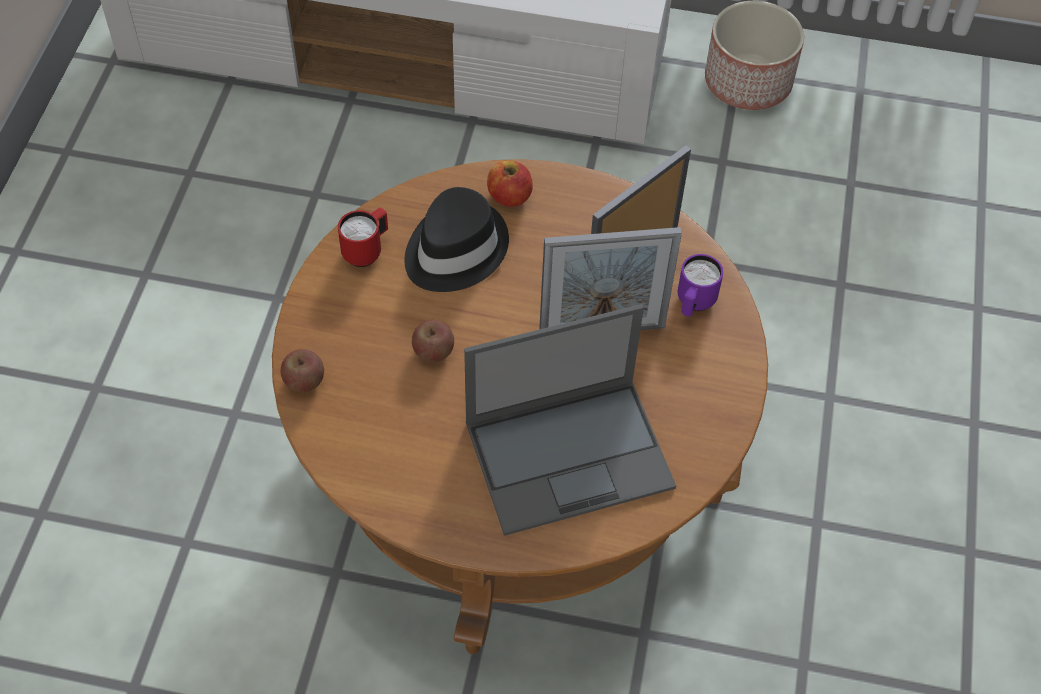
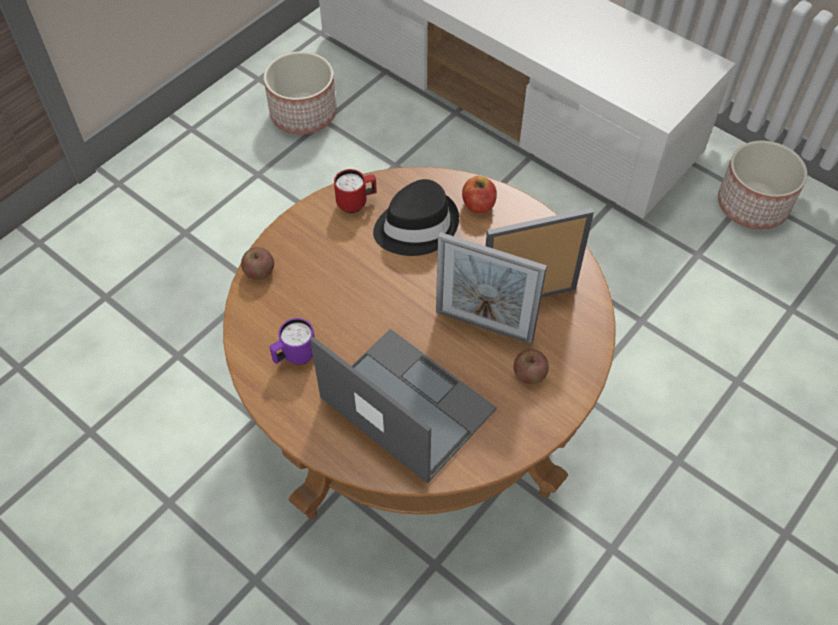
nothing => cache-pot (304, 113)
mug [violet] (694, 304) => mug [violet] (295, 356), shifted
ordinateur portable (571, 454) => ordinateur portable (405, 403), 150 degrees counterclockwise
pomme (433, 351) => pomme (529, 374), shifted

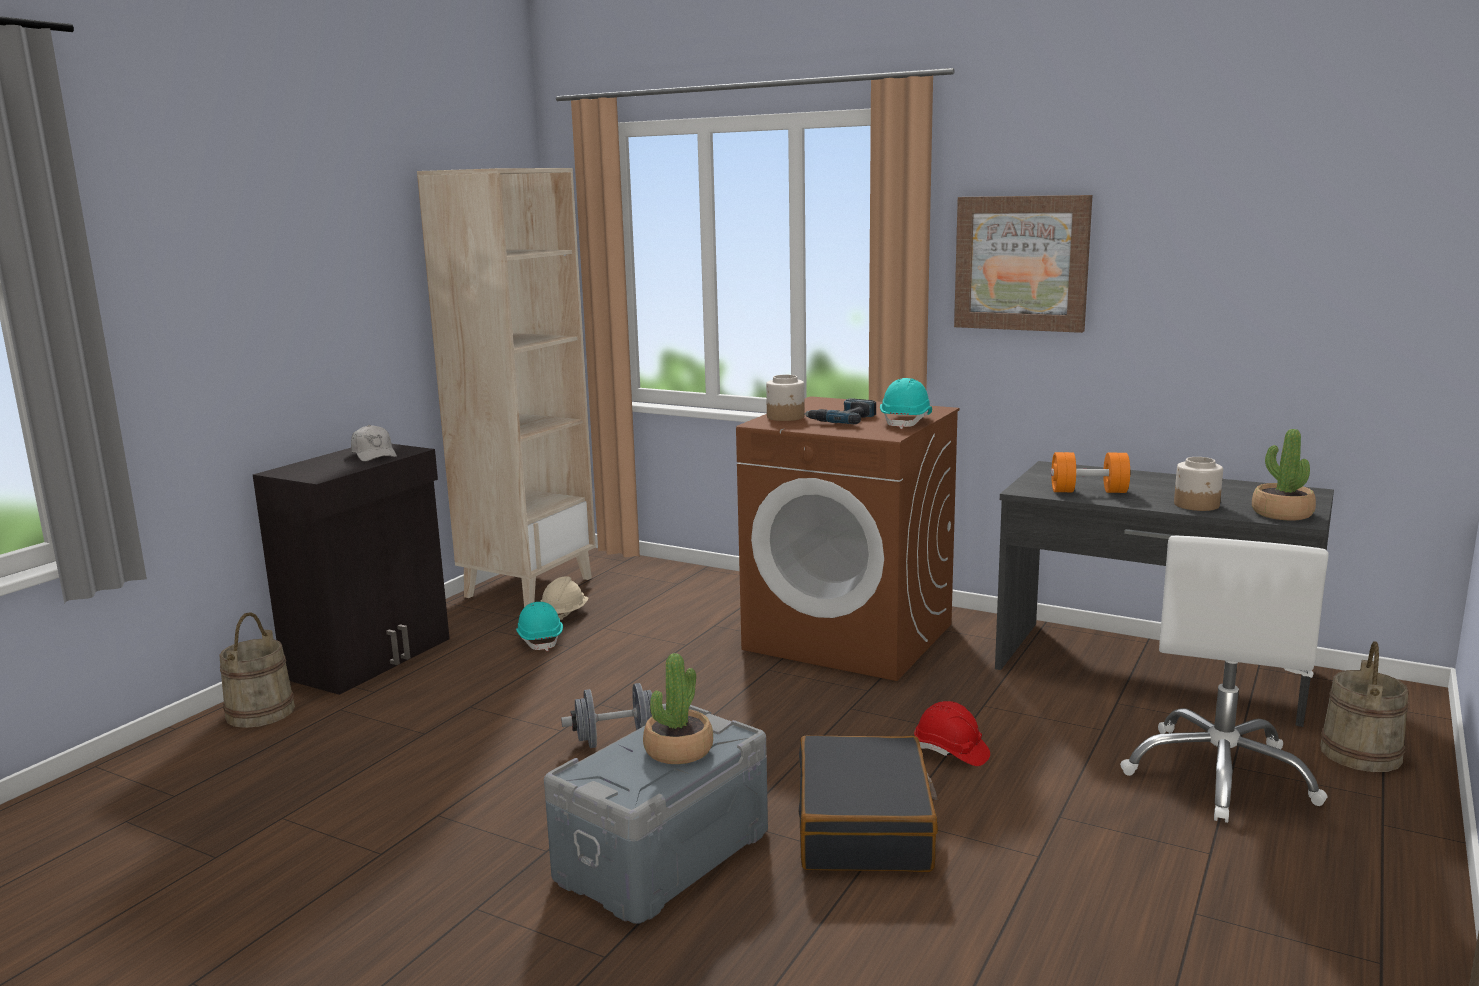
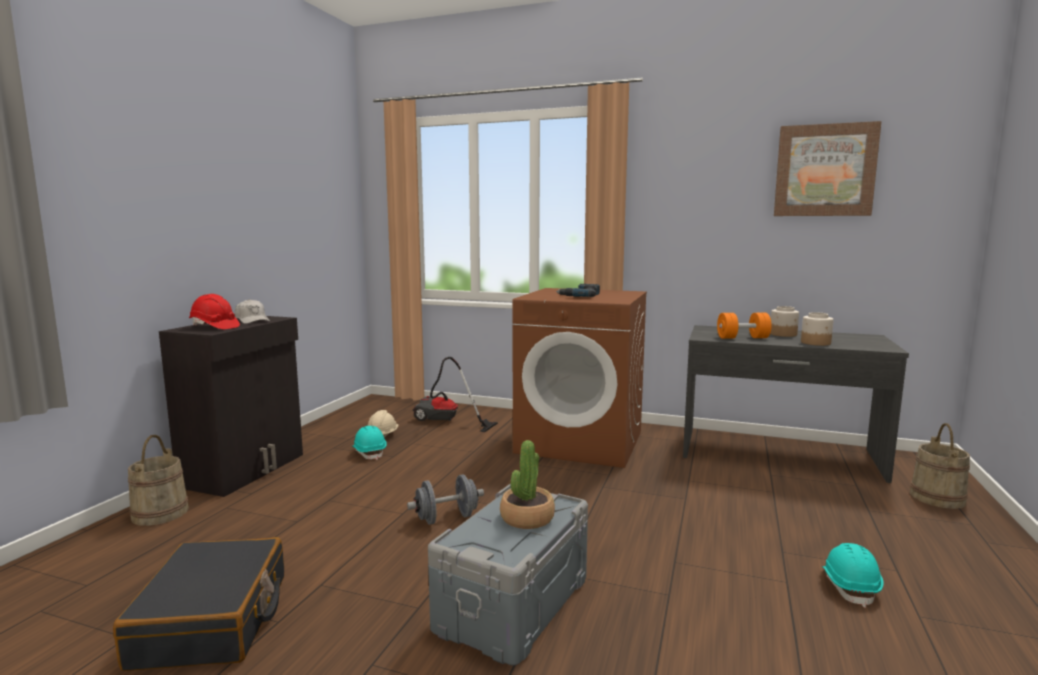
valise [noir] (865, 826) => valise [noir] (213, 620), shifted
casque de chantier [rouge] (951, 752) => casque de chantier [rouge] (214, 327), shifted
nothing => aspirateur (446, 422)
bocal (786, 417) => bocal (783, 334), shifted
tableau (1021, 263) => tableau (824, 170), shifted
casque de chantier [turquoise] (906, 422) => casque de chantier [turquoise] (849, 586), shifted
bibliothèque [beige] (529, 587) => nothing
chaise de bureau [blanc] (1220, 774) => nothing
plante en pot (1281, 514) => nothing

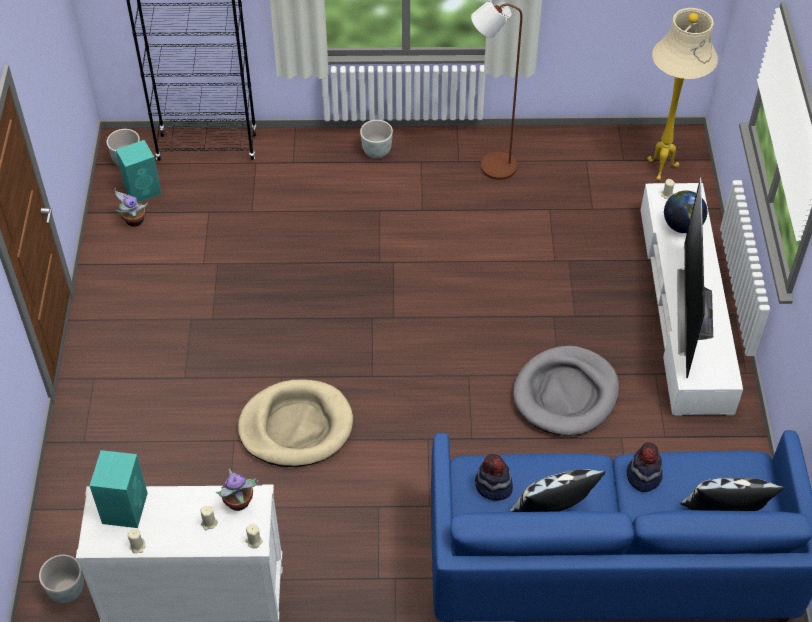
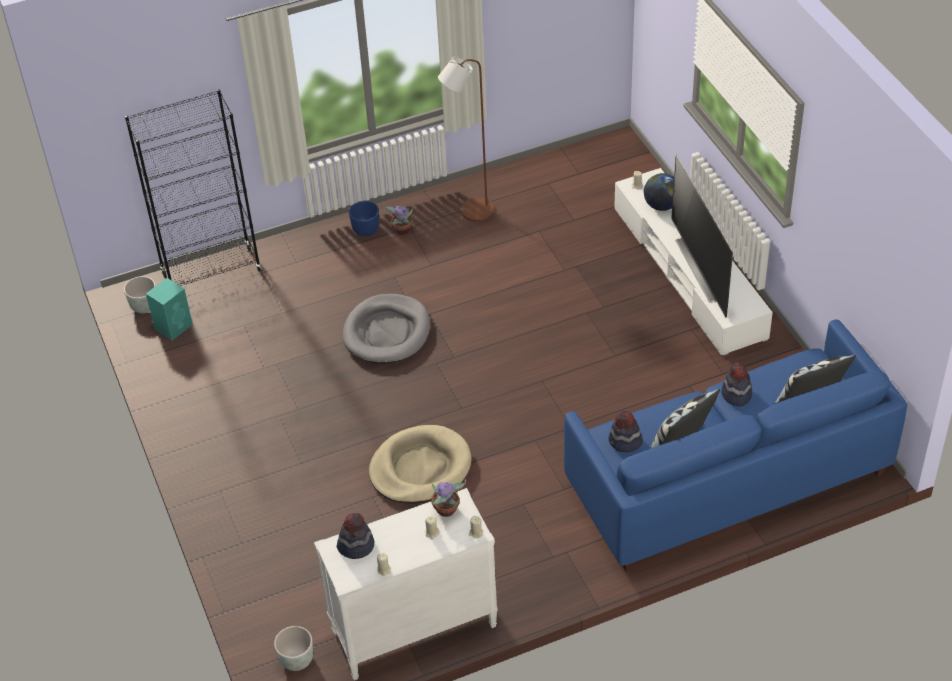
enceinte [turquoise] (125, 507) => chapeau (356, 546)
panier pour chien [gris] (566, 394) => panier pour chien [gris] (387, 332), shifted
cache-pot [gris] (377, 151) => cache-pot [bleu] (366, 230)
plante en pot (133, 221) => plante en pot (401, 230), shifted
lampadaire [beige] (662, 168) => nothing

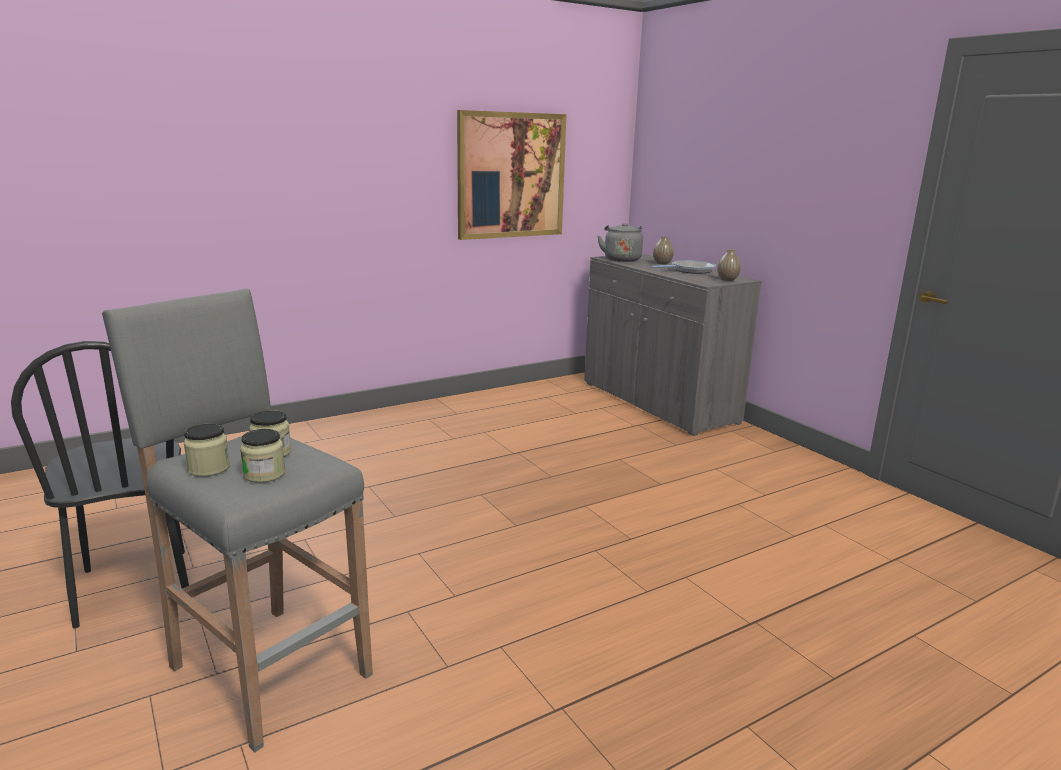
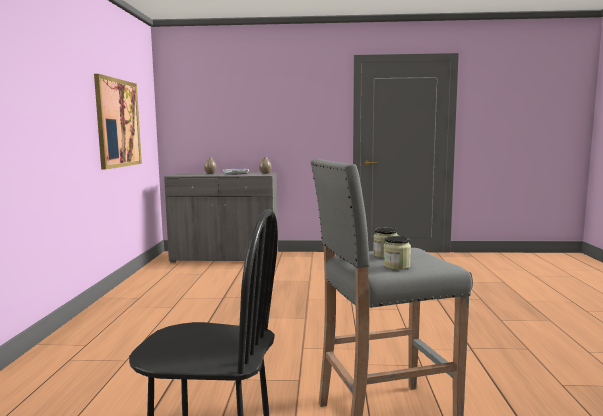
bocal (264, 474) => nothing
bouilloire [gris] (621, 259) => nothing

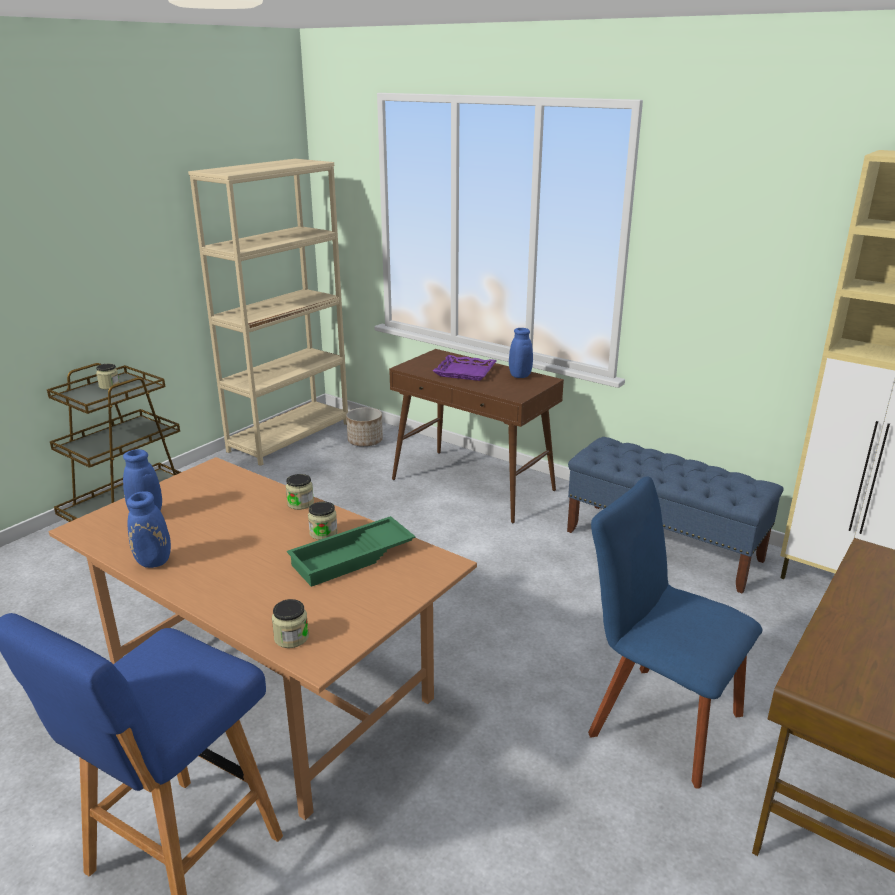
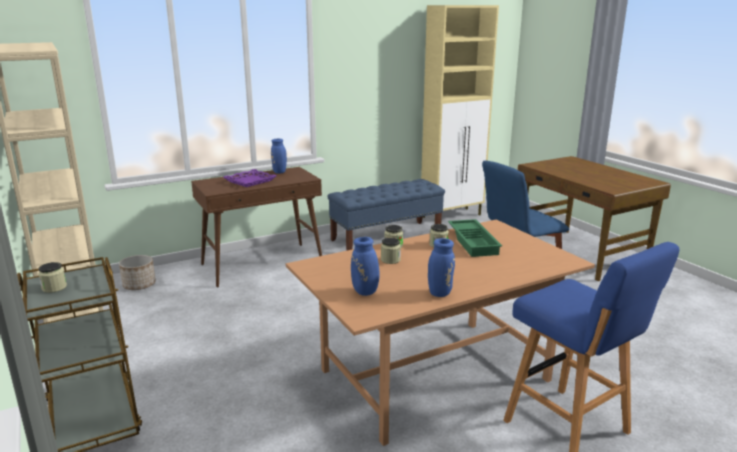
bocal (291, 637) => bocal (390, 260), shifted

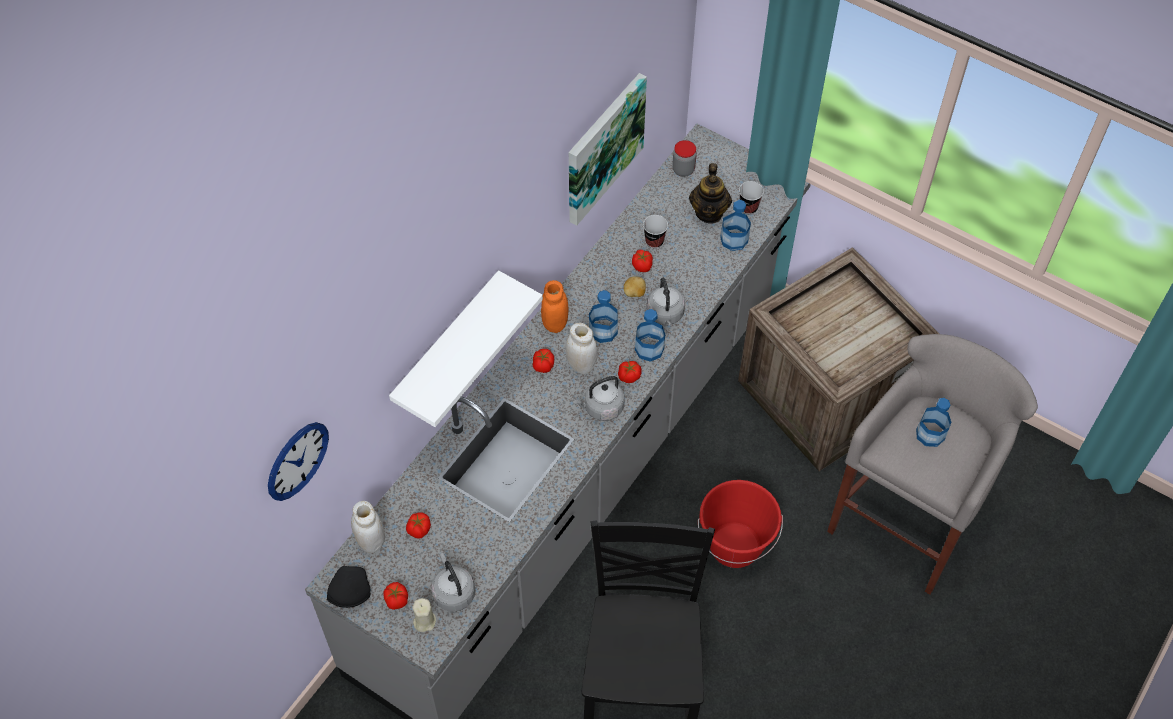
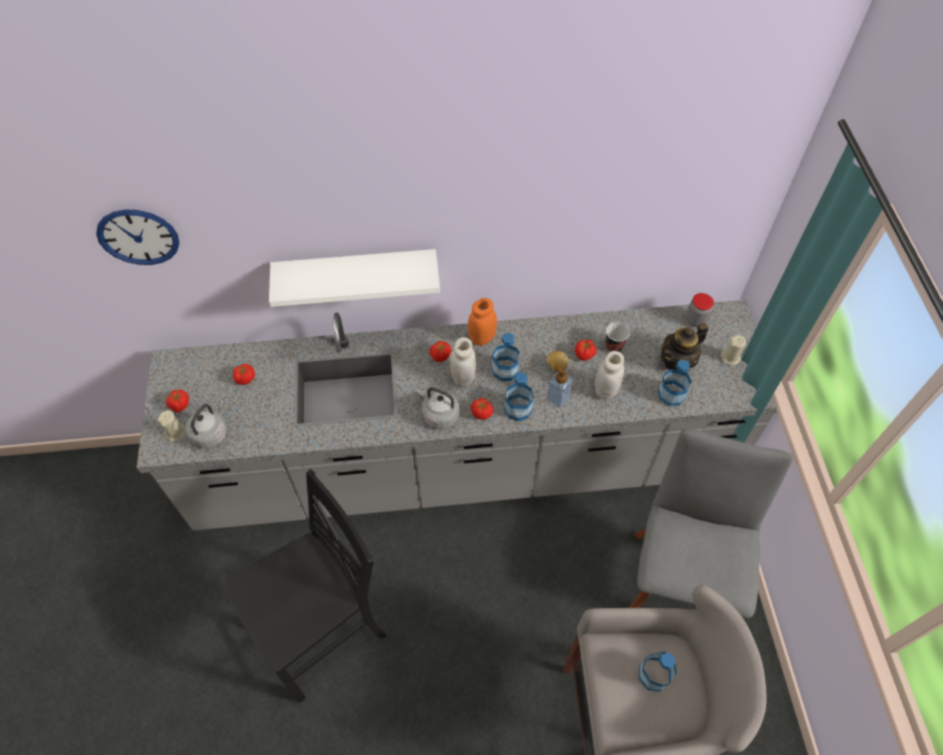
bouilloire [gris] (665, 315) => distributeur de savon (557, 398)
bocal [blanc] (371, 541) => bocal [blanc] (605, 390), shifted
caisse (827, 391) => chaise [gris] (679, 579)
nothing => bougie [beige] (730, 357)
assiette [noir] (349, 592) => nothing
tableau (603, 147) => nothing
seau [rouge] (734, 545) => nothing
tasse (748, 207) => nothing

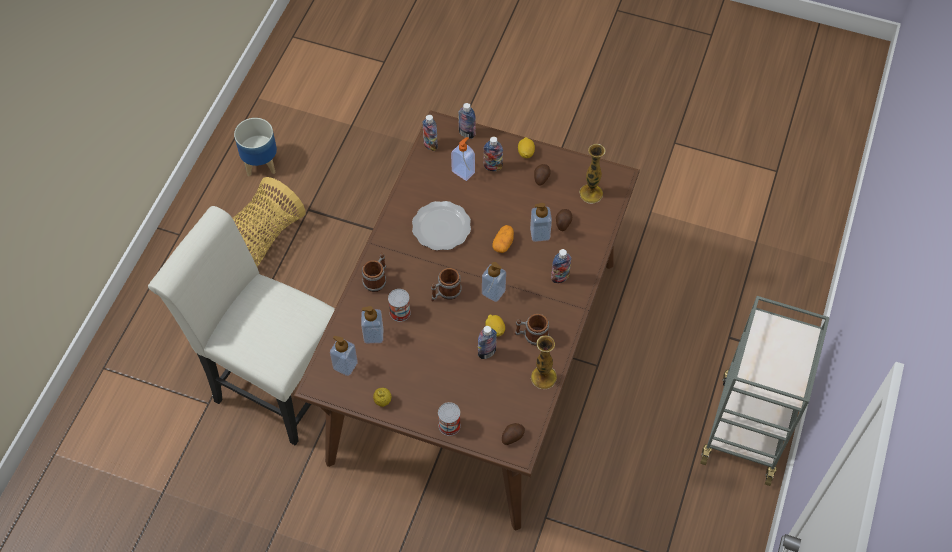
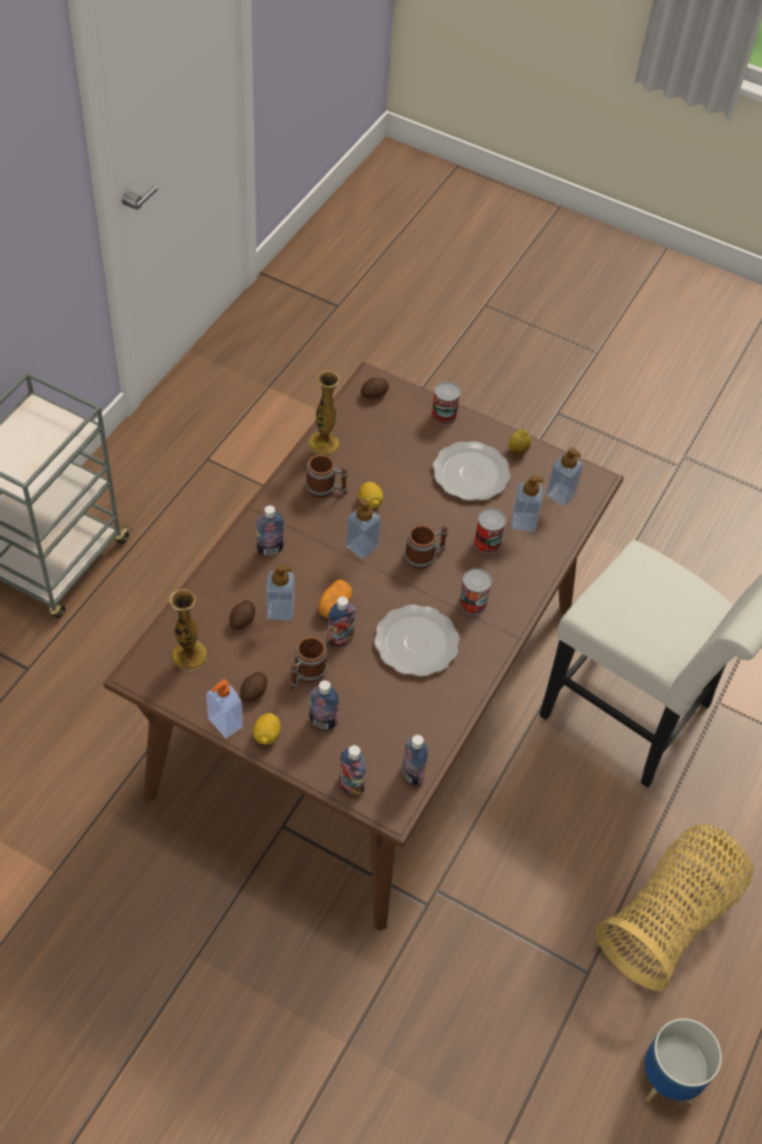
distributeur de savon (463, 171) => distributeur de savon (224, 724), shifted
mug (377, 279) => mug (306, 674), shifted
bouteille (487, 352) => bouteille (340, 639), shifted
nothing => assiette (469, 473)
nothing => boîte métallique (472, 603)

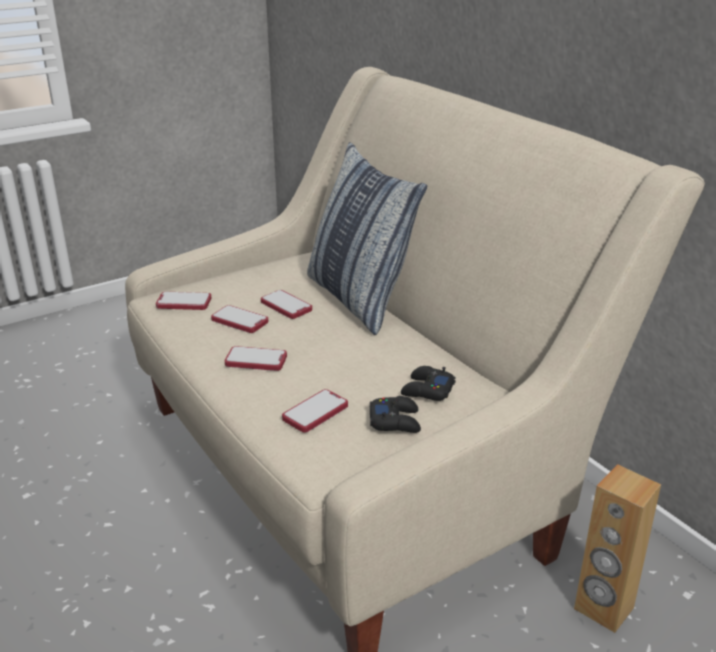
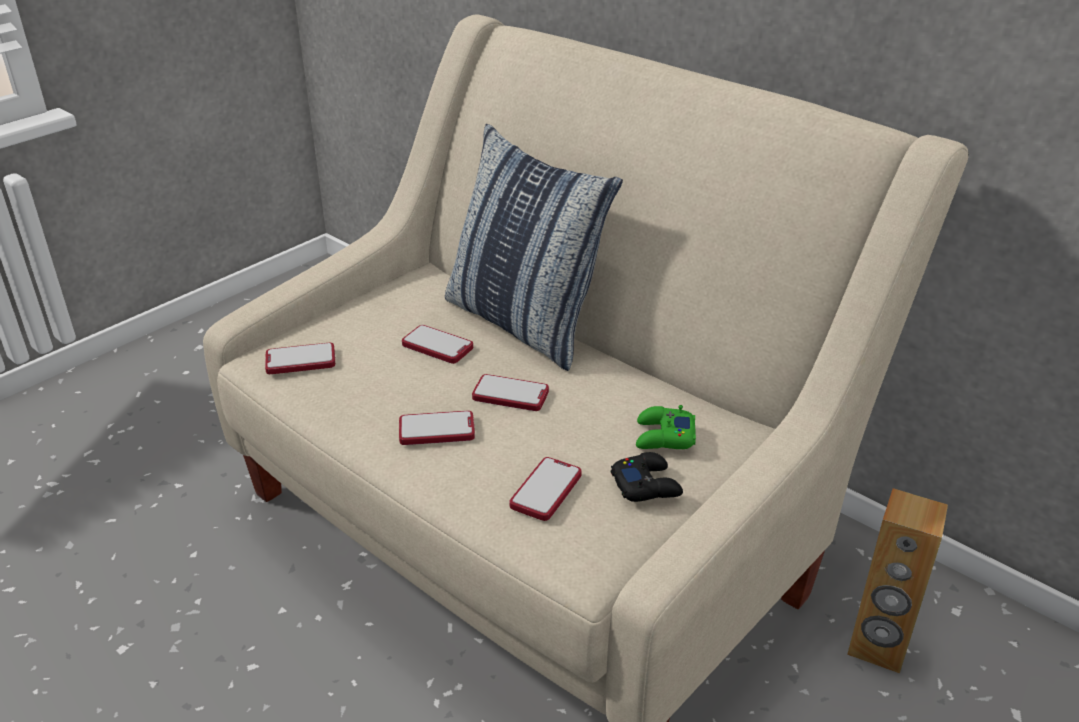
téléphone (239, 321) => téléphone (510, 395), shifted
manette [noir] (427, 390) => manette [vert] (664, 436)

